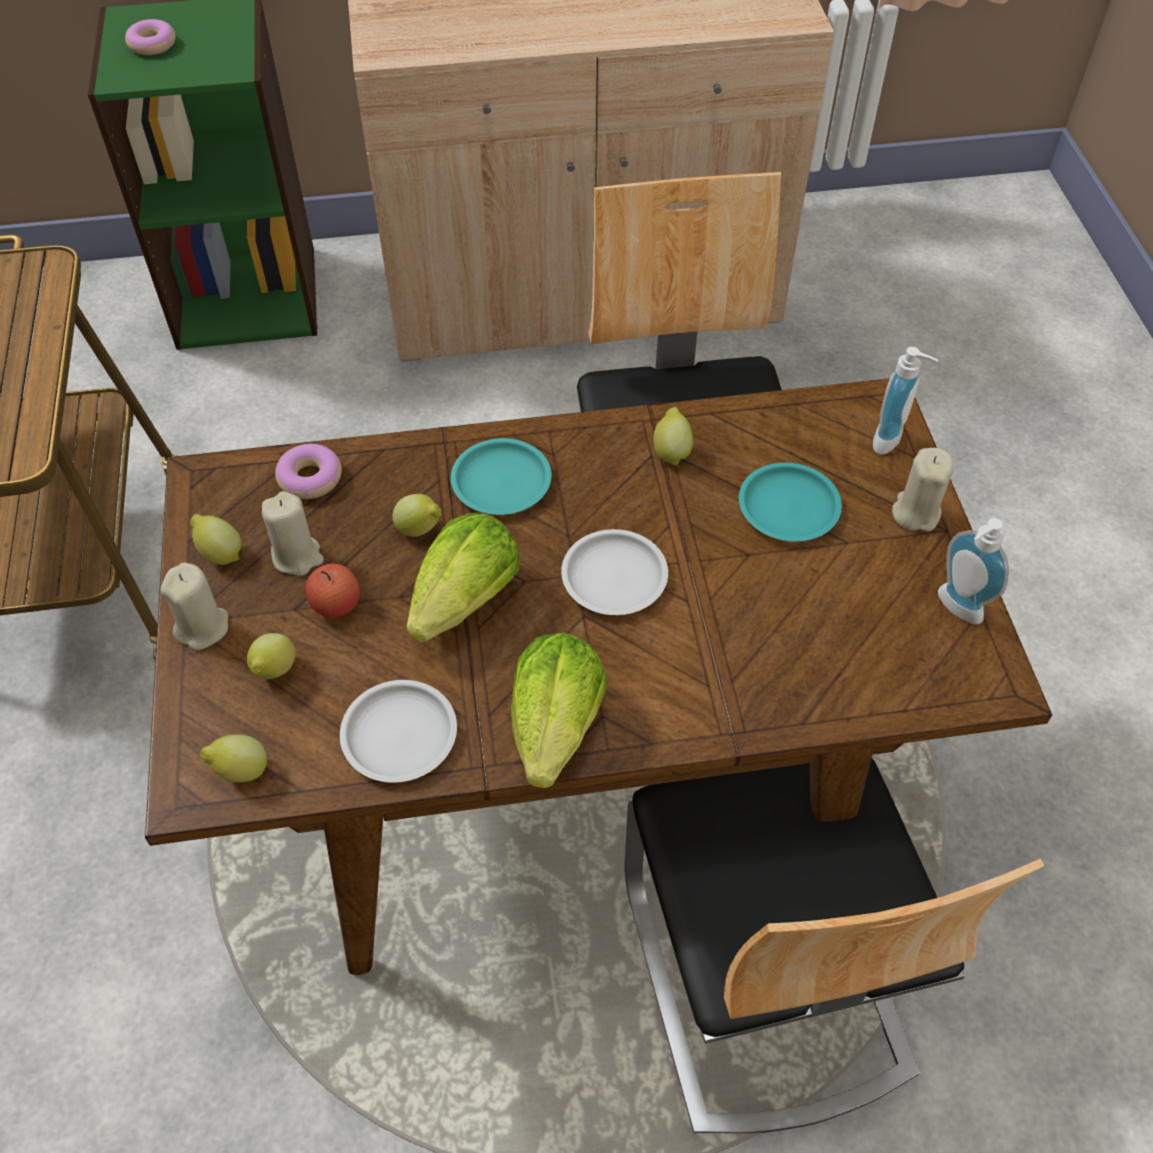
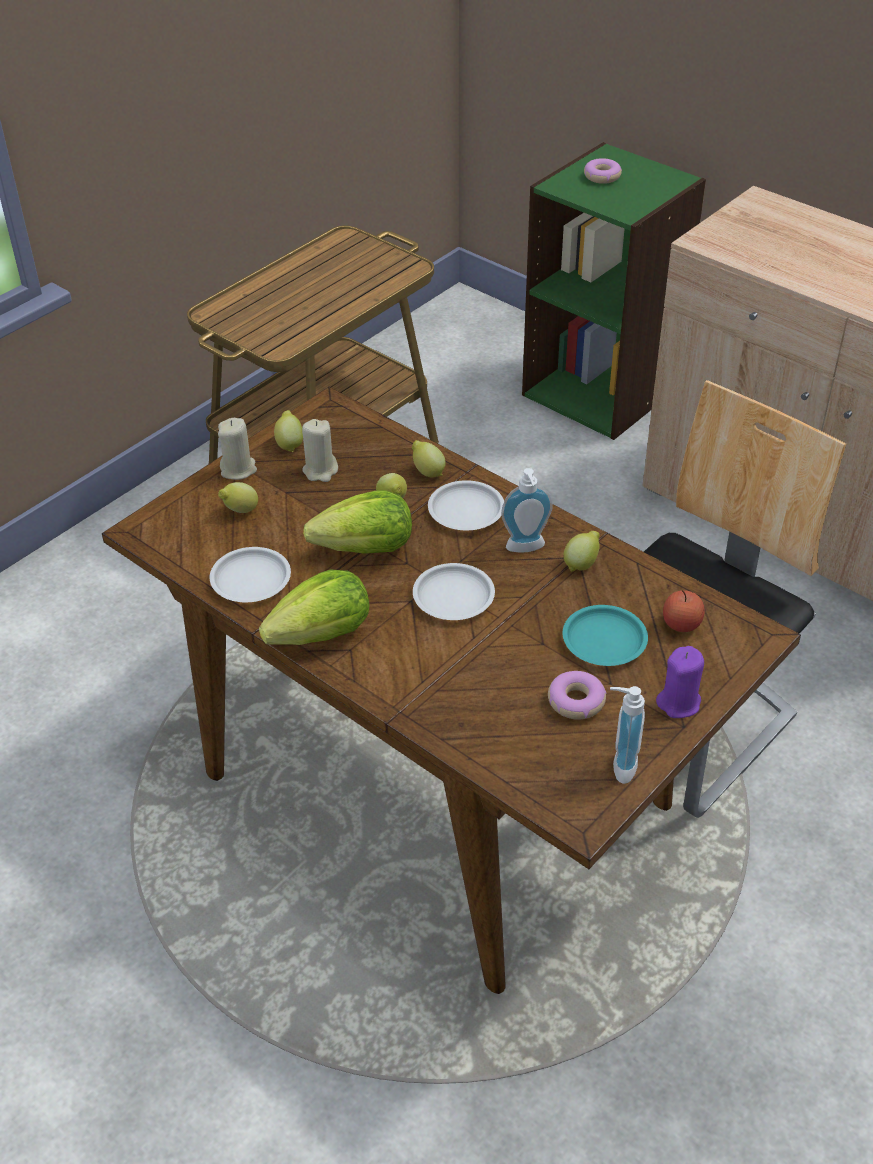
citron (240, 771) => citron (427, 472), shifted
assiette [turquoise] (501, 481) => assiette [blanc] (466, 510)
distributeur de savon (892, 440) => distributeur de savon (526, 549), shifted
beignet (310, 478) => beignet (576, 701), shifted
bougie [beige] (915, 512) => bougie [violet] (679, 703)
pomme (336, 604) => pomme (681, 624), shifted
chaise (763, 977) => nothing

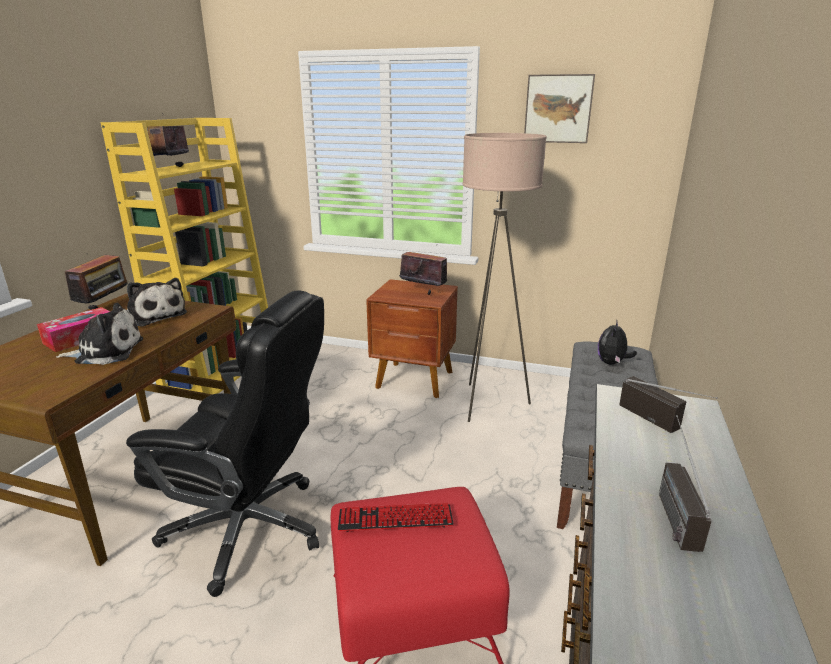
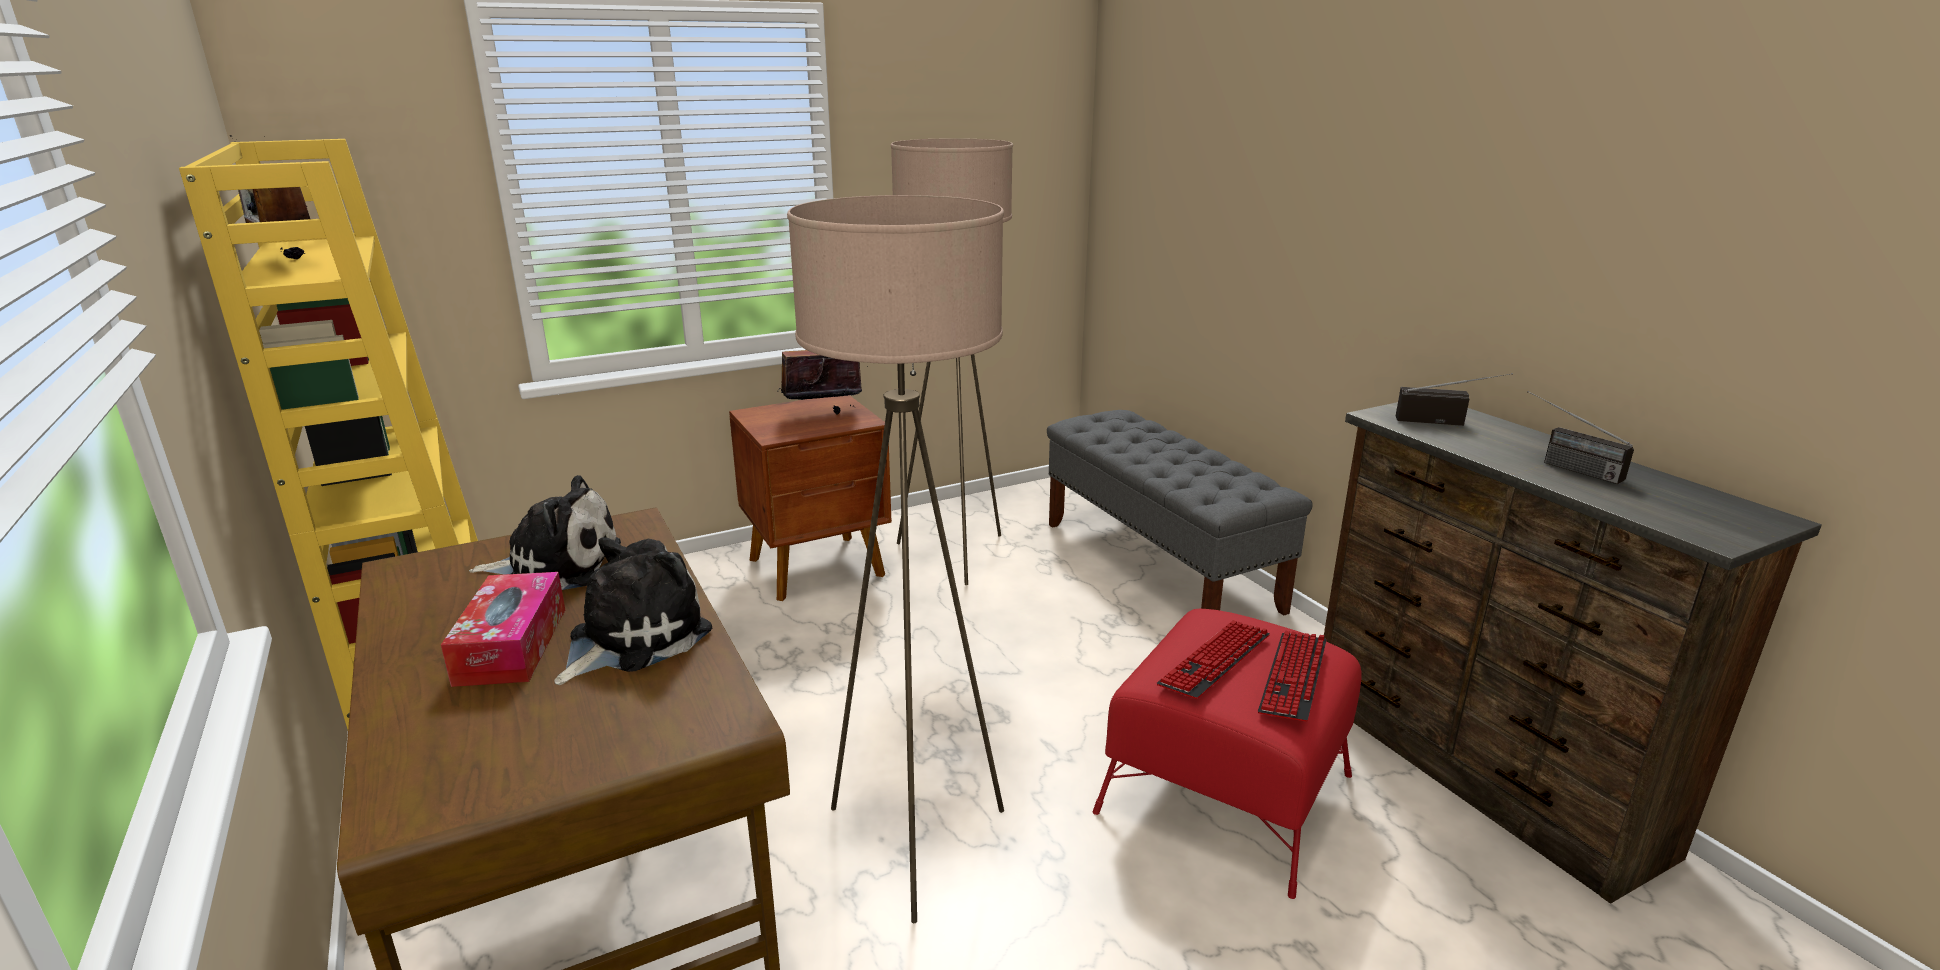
chaise de bureau [noir] (249, 529) => lampadaire [beige] (915, 843)
nothing => clavier (1293, 677)
radio (105, 307) => nothing
tableau (558, 109) => nothing
peluche (612, 363) => nothing

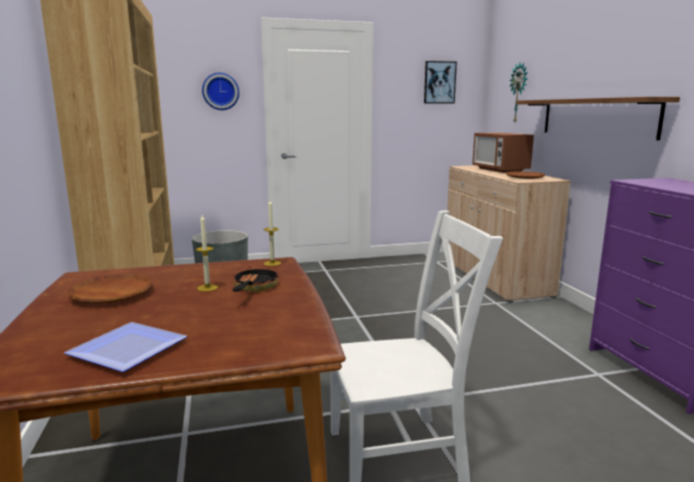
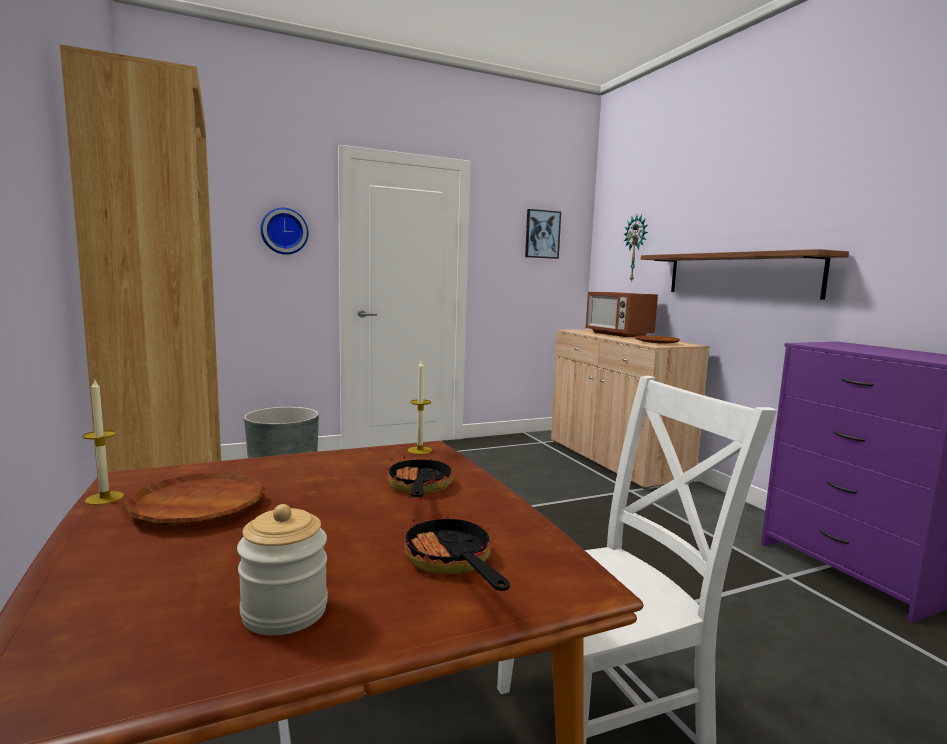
bougie (207, 288) => bougie (104, 498), shifted
assiette (132, 349) => bocal (285, 611)
nothing => poêle (452, 564)

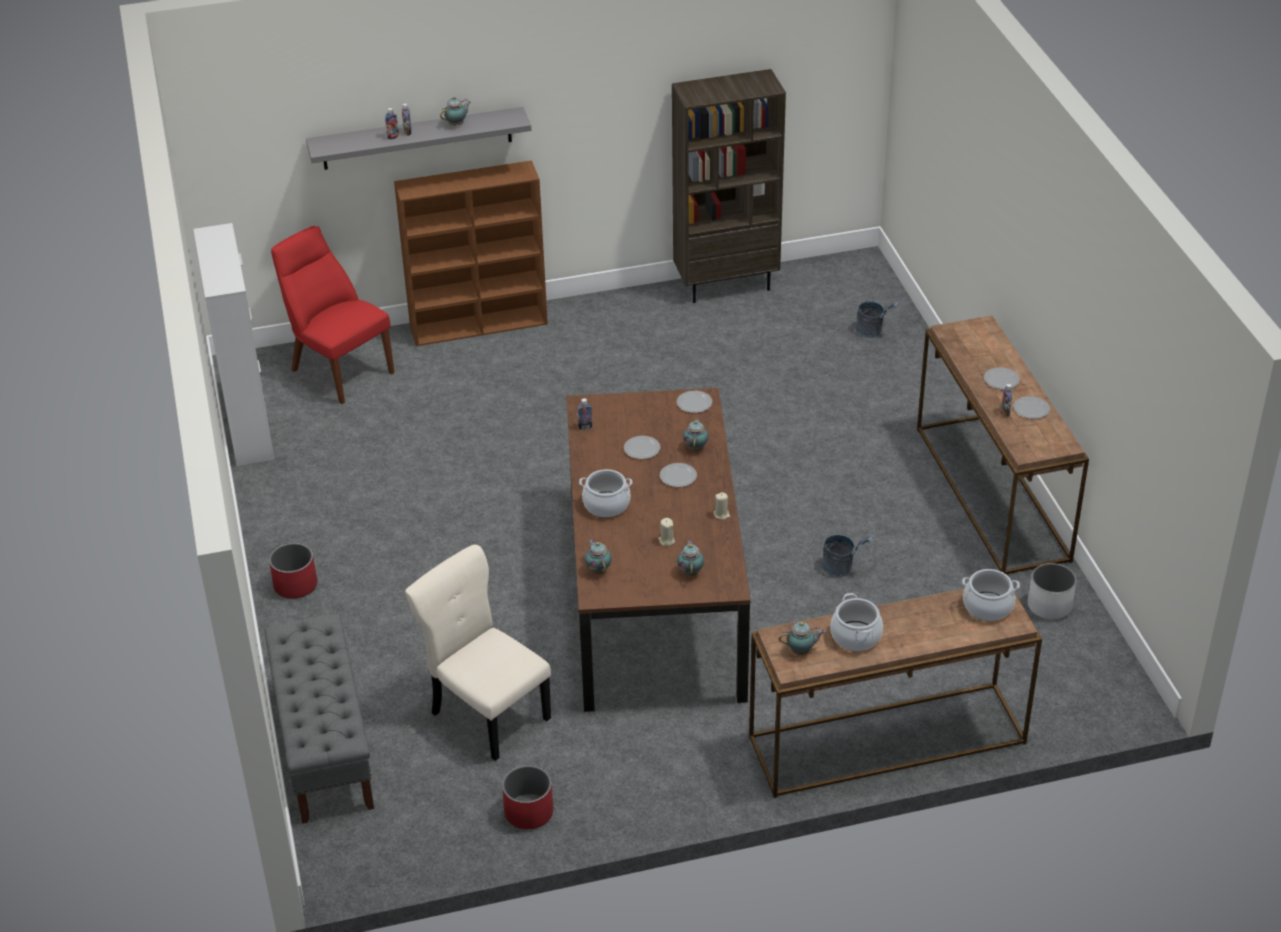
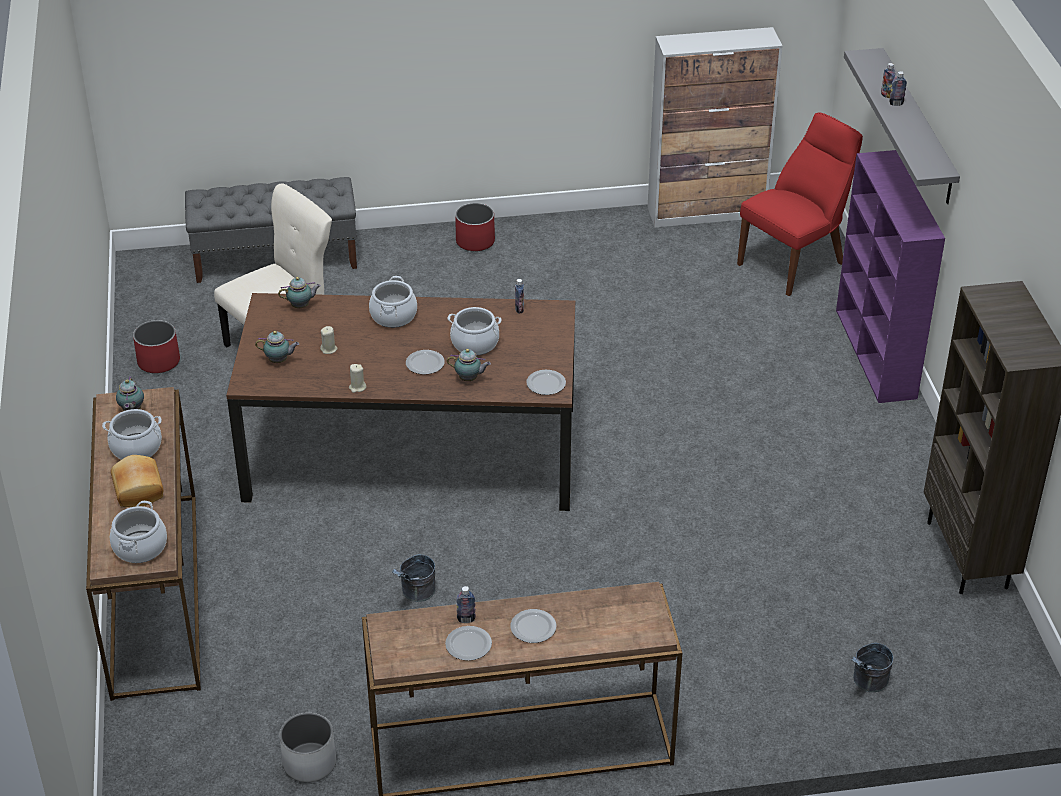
nothing => pain (137, 490)
assiette (642, 449) => marmite (475, 343)
bibliothèque [marron] (480, 325) => bibliothèque [violet] (876, 354)
théière (457, 124) => nothing

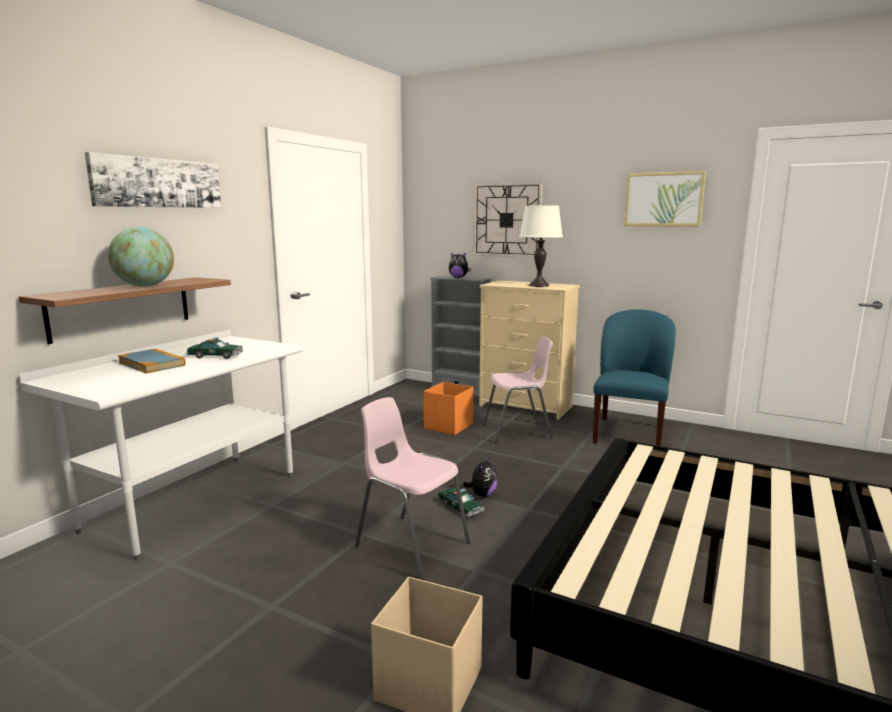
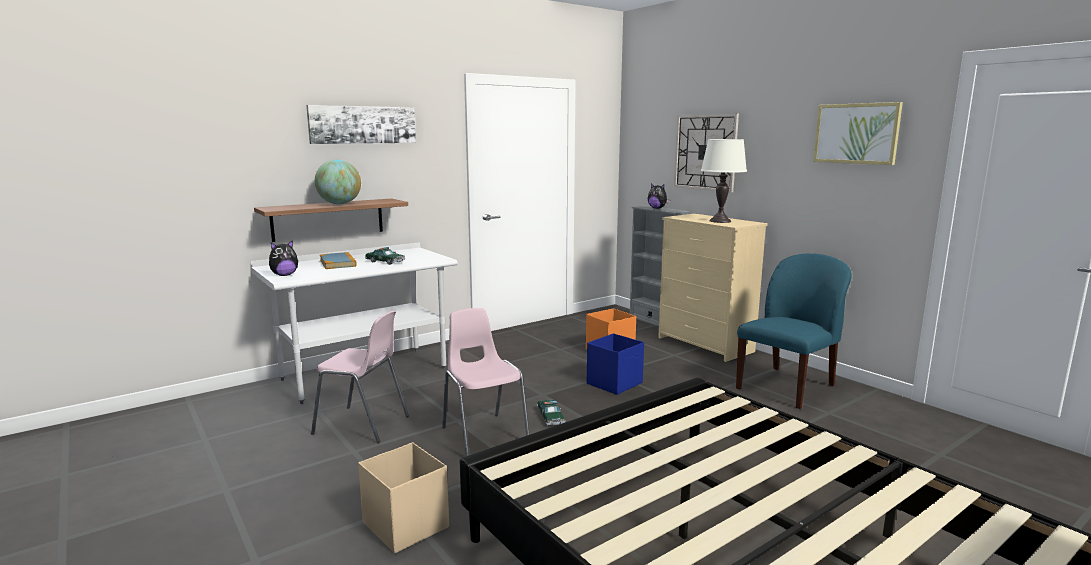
peluche (482, 494) => peluche (284, 275), shifted
chaise [rose] (518, 432) => chaise [rose] (362, 425), shifted
nothing => boîte de rangement [bleu] (615, 383)

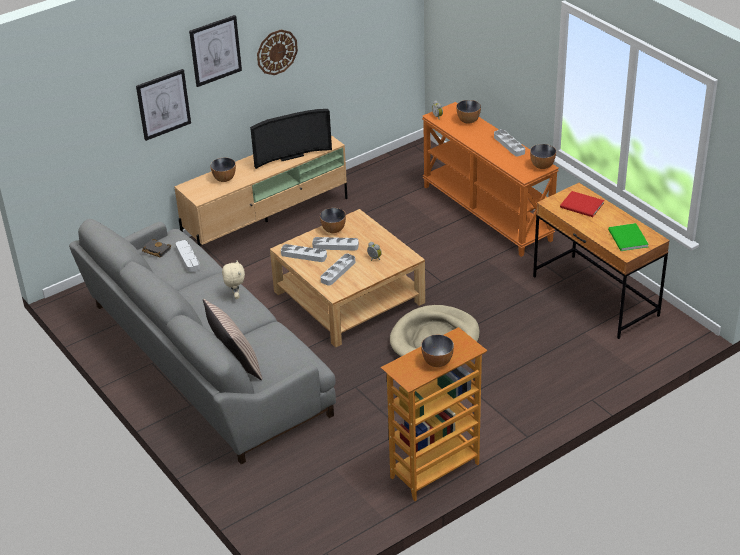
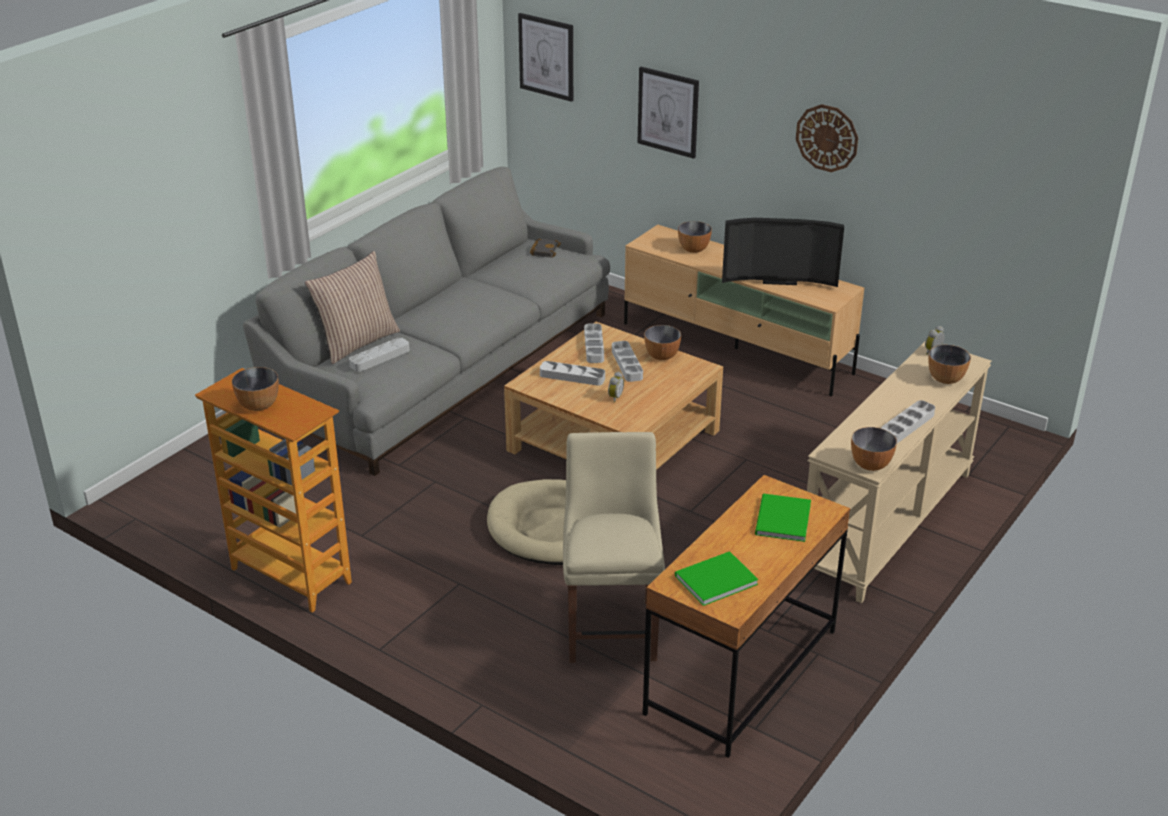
plateau [gris] (188, 258) => plateau [gris] (379, 358), shifted
tableau (215, 50) => tableau (546, 56), shifted
nothing => chaise [beige] (612, 626)
téléviseur (290, 155) => téléviseur (778, 279), 45 degrees counterclockwise
livre [rouge] (582, 206) => livre [vert] (781, 520)
table console [orange] (487, 213) => table console [beige] (888, 524)
peluche [beige] (235, 295) => nothing

